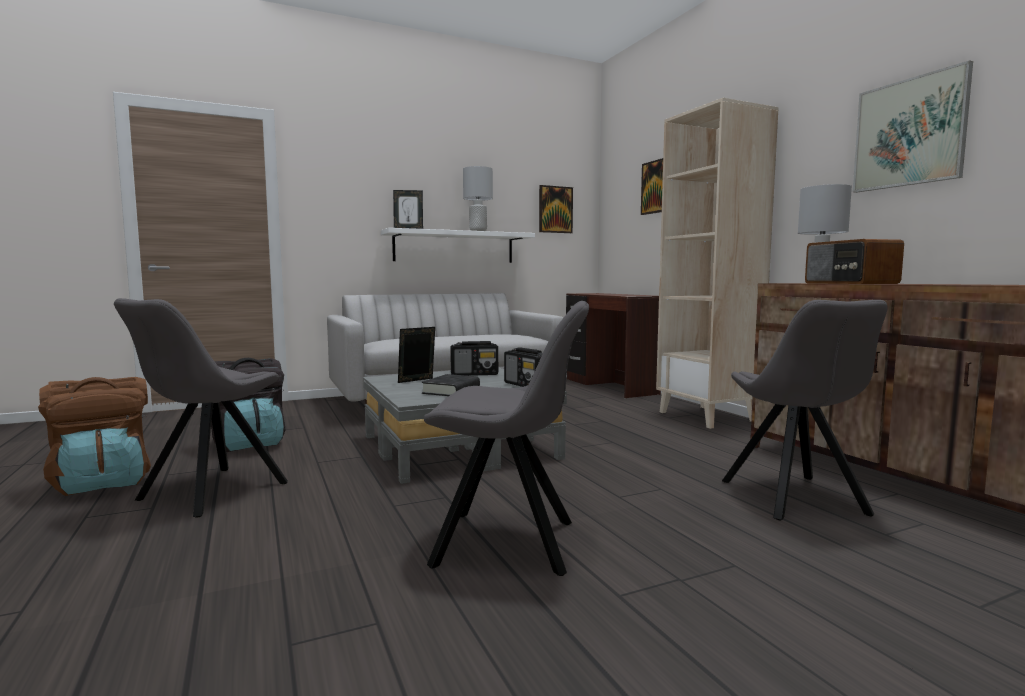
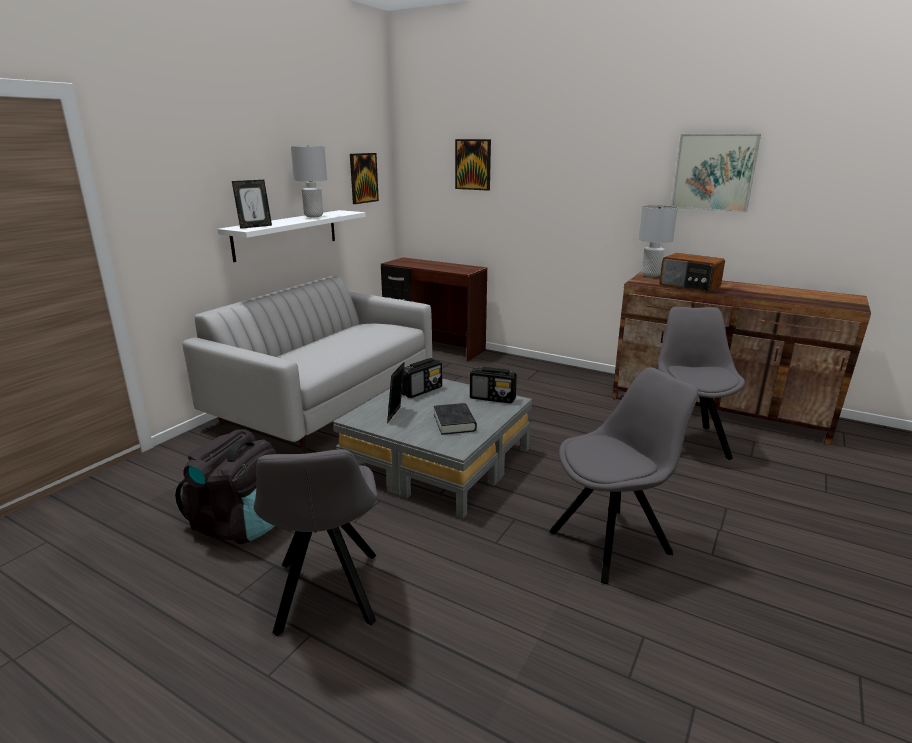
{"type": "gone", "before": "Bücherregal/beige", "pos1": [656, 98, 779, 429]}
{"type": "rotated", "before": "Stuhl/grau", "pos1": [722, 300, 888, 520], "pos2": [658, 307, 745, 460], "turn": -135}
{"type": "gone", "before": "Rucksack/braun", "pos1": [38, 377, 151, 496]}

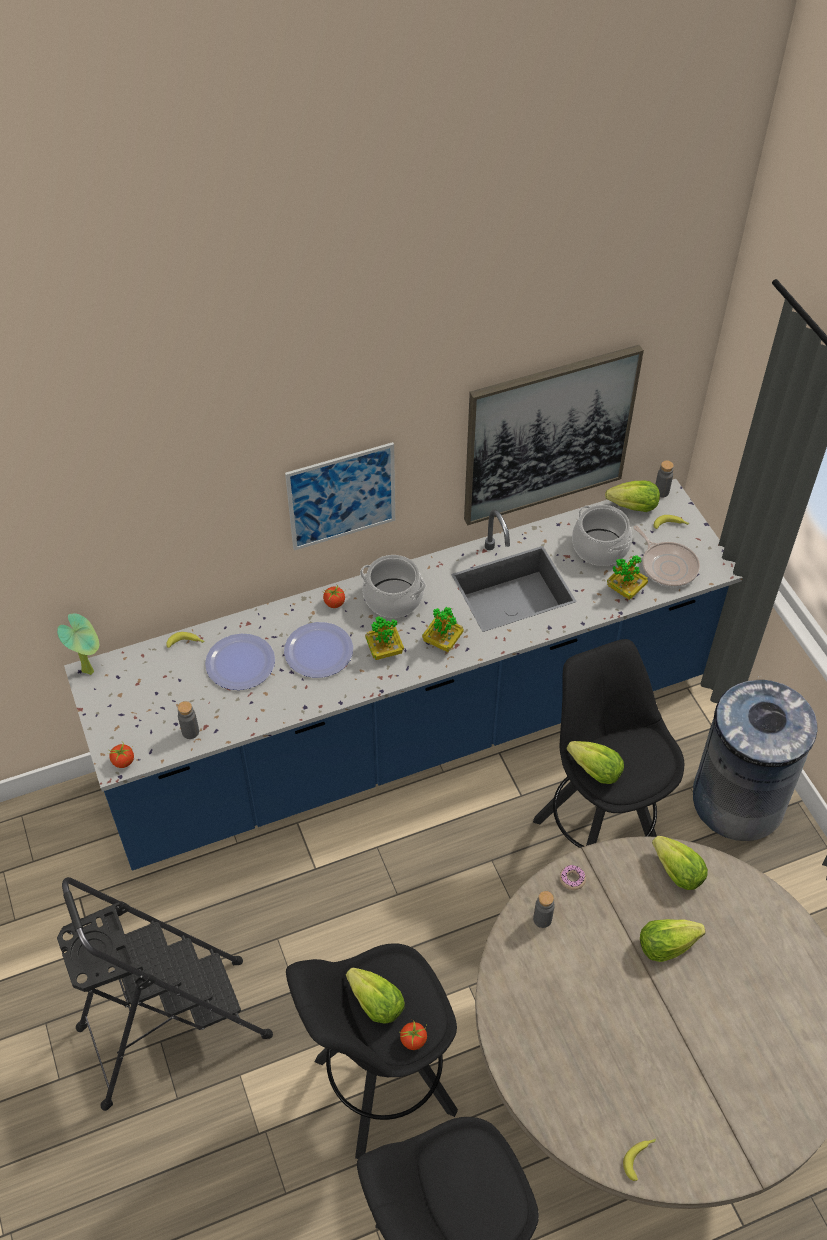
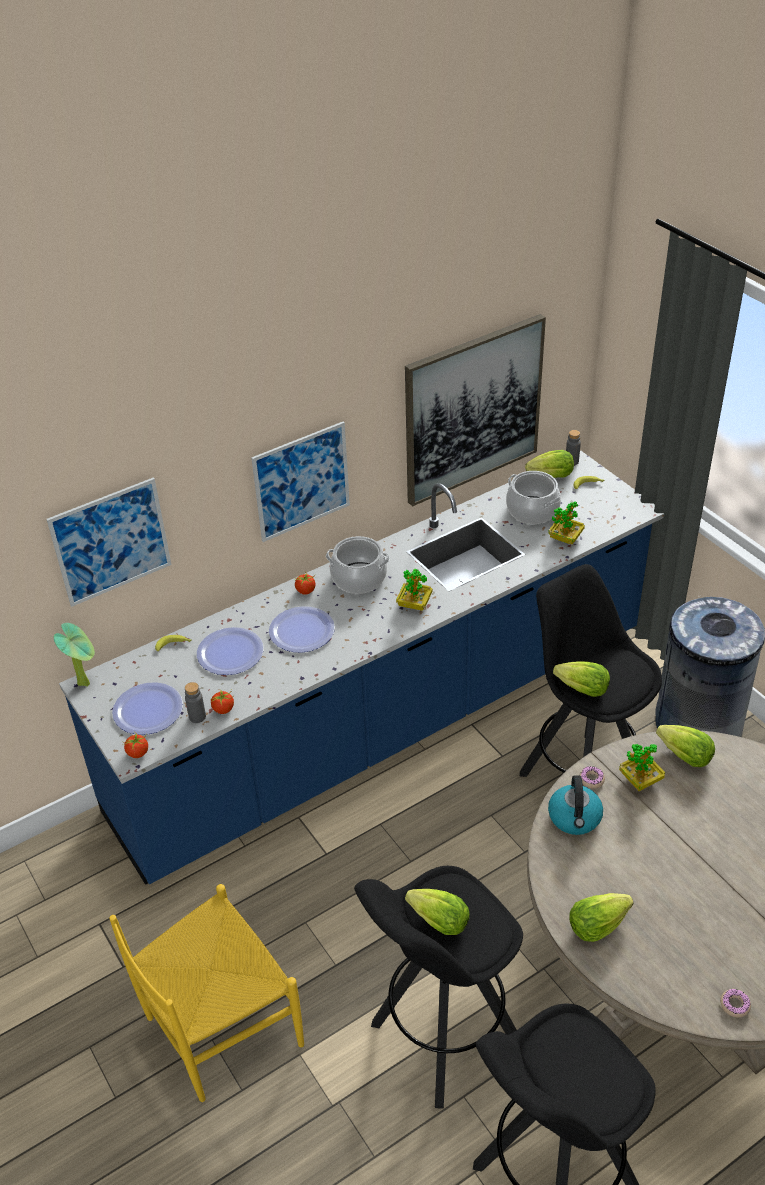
{"type": "gone", "before": "Pfanne", "pos1": [633, 526, 700, 587]}
{"type": "shifted", "before": "Topfpflanze", "pos1": [365, 616, 404, 660], "pos2": [619, 744, 665, 791]}
{"type": "swapped", "before": "Trittleiter", "after": "Stuhl/gelb", "pos1": [57, 877, 273, 1111], "pos2": [109, 884, 304, 1102]}
{"type": "swapped", "before": "Flasche/grau", "after": "Wasserkessel", "pos1": [533, 891, 555, 928], "pos2": [548, 775, 603, 835]}
{"type": "shifted", "before": "Salatkopf", "pos1": [640, 919, 705, 962], "pos2": [569, 893, 634, 942]}
{"type": "shifted", "before": "Tomate", "pos1": [400, 1020, 427, 1050], "pos2": [209, 689, 234, 714]}
{"type": "swapped", "before": "Banane", "after": "Donut", "pos1": [623, 1138, 656, 1181], "pos2": [720, 989, 751, 1017]}
{"type": "new", "after": "Bild", "pos2": [47, 477, 171, 607]}
{"type": "new", "after": "Teller", "pos2": [112, 682, 183, 735]}

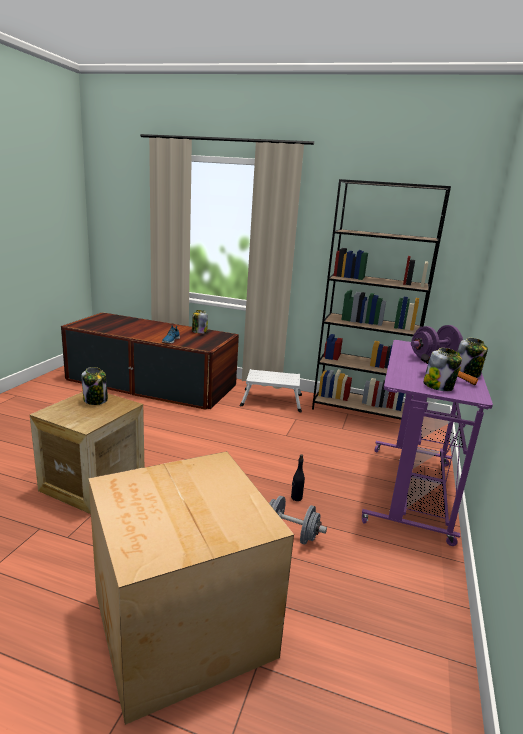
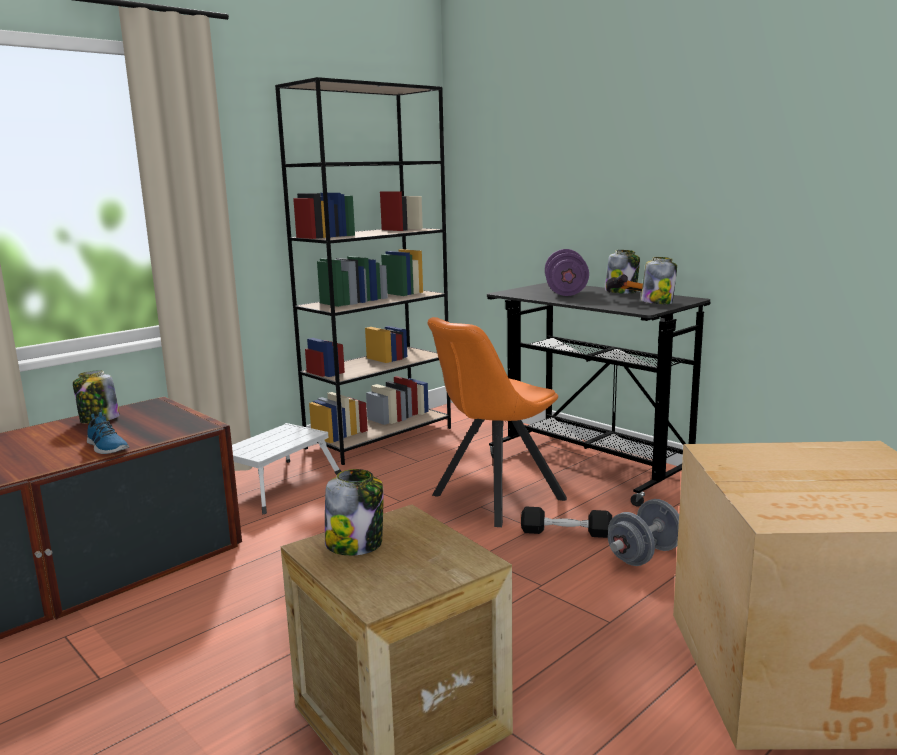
{"type": "repainted", "before": "Schreibtisch/lila", "after": "Schreibtisch/schwarz", "pos1": [362, 340, 493, 546], "pos2": [487, 283, 711, 507]}
{"type": "swapped", "before": "Flasche/schwarz", "after": "Hantel/schwarz", "pos1": [291, 454, 305, 501], "pos2": [521, 506, 612, 538]}
{"type": "new", "after": "Stuhl/orange", "pos2": [427, 317, 567, 527]}

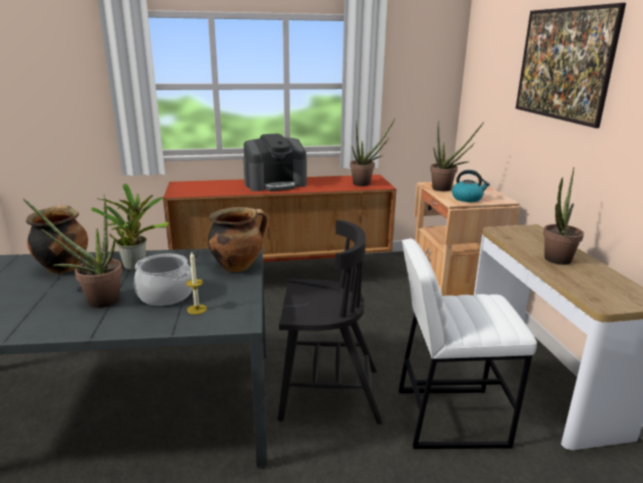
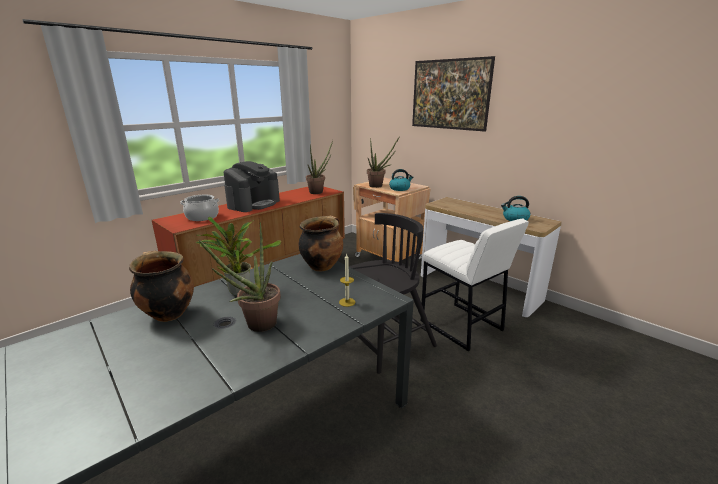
{"type": "gone", "before": "Topfpflanze", "pos1": [543, 167, 584, 265]}
{"type": "rotated", "before": "Stuhl/weiß", "pos1": [399, 238, 537, 449], "pos2": [421, 219, 529, 351], "turn": -90}
{"type": "shifted", "before": "Kochtopf", "pos1": [134, 254, 193, 306], "pos2": [180, 195, 219, 221]}
{"type": "new", "after": "Wasserkessel", "pos2": [501, 196, 530, 221]}

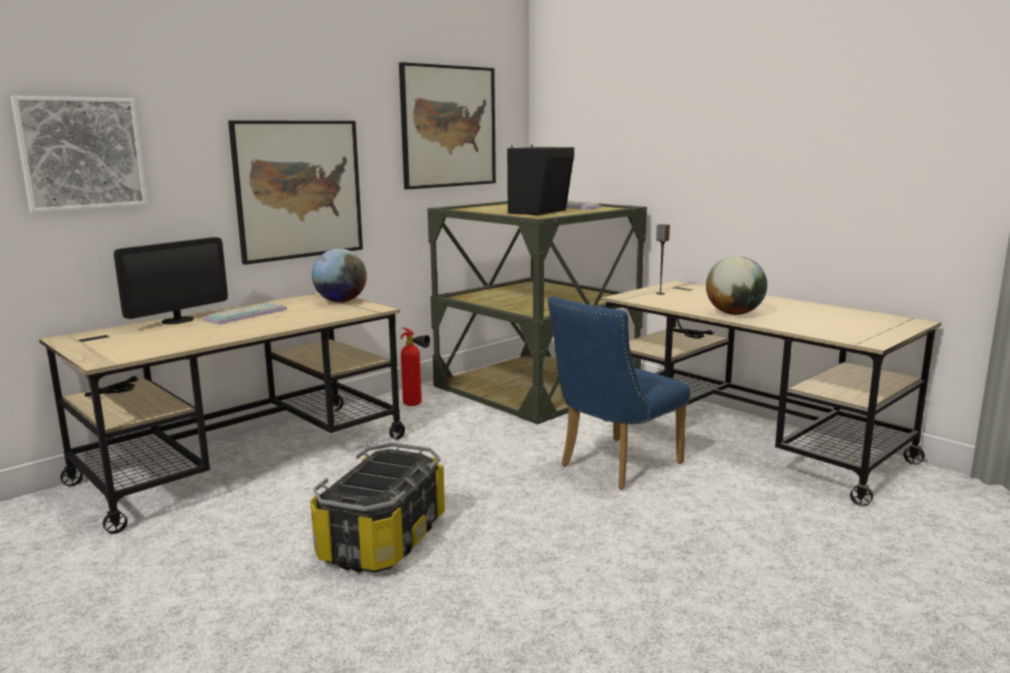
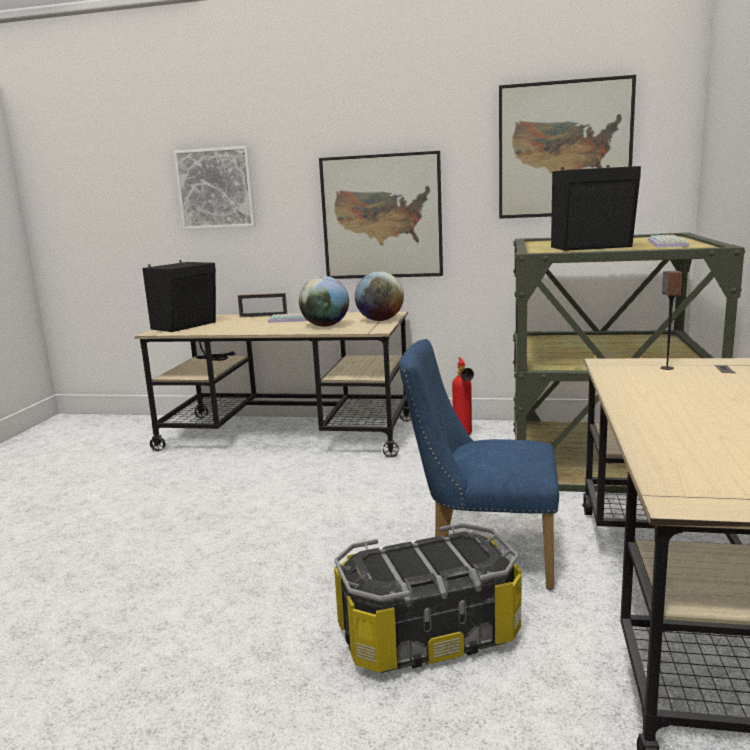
{"type": "swapped", "before": "Monitor", "after": "Bilderrahmen", "pos1": [114, 237, 228, 324], "pos2": [238, 293, 287, 317]}
{"type": "shifted", "before": "Globus", "pos1": [706, 256, 767, 315], "pos2": [299, 276, 349, 327]}
{"type": "shifted", "before": "Aufbewahrungsbox", "pos1": [310, 443, 445, 573], "pos2": [334, 523, 522, 673]}
{"type": "new", "after": "Lautsprecher/schwarz", "pos2": [142, 260, 216, 332]}

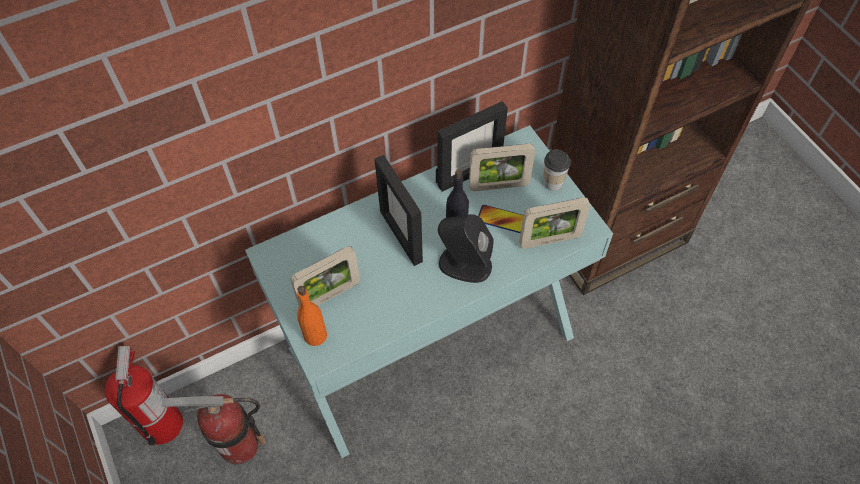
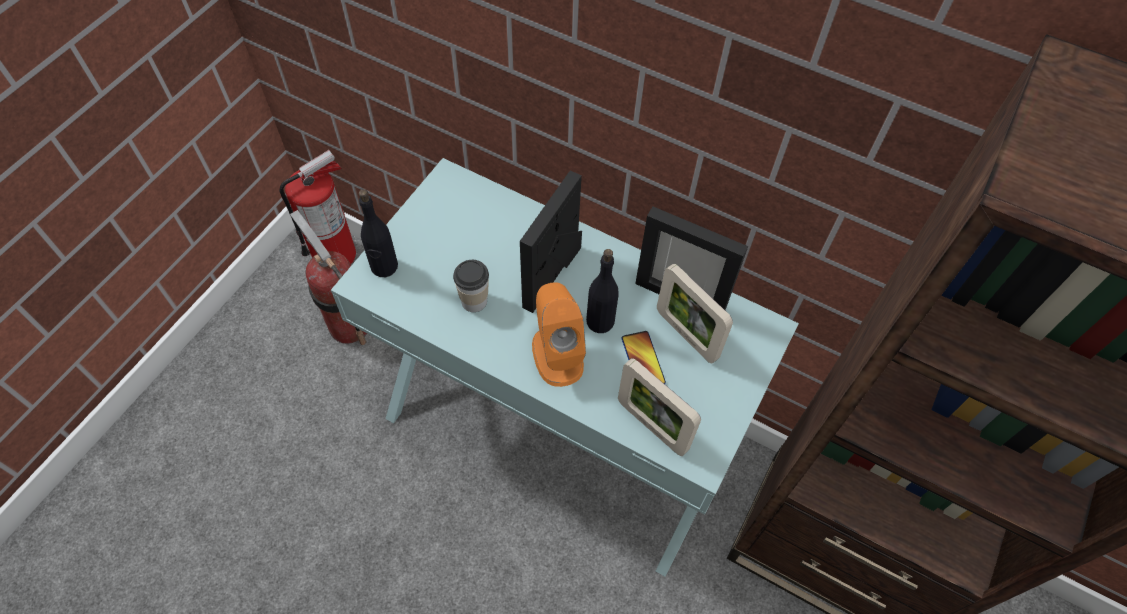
{"type": "shifted", "before": "Tasse", "pos1": [543, 150, 571, 191], "pos2": [453, 260, 489, 312]}
{"type": "repainted", "before": "Lautsprecher/schwarz", "after": "Lautsprecher/orange", "pos1": [438, 214, 494, 283], "pos2": [532, 282, 586, 387]}
{"type": "gone", "before": "Bilderrahmen", "pos1": [290, 246, 360, 307]}
{"type": "repainted", "before": "Flasche/orange", "after": "Flasche/schwarz", "pos1": [297, 286, 327, 346], "pos2": [359, 189, 398, 277]}

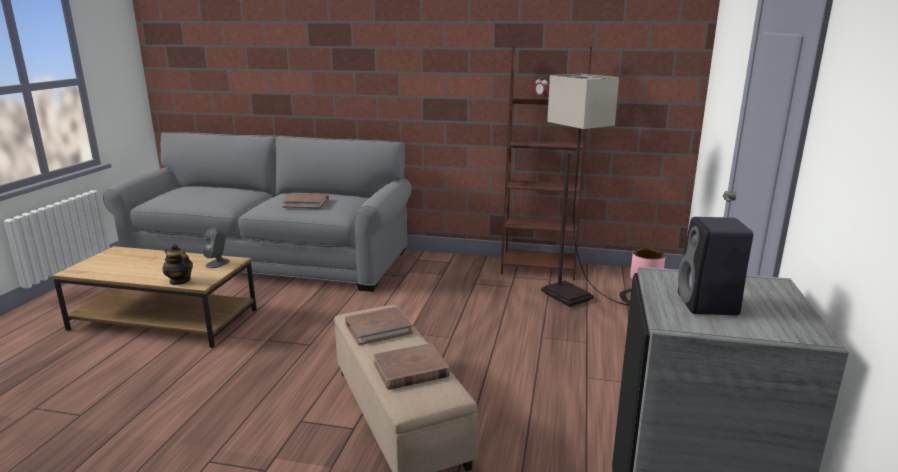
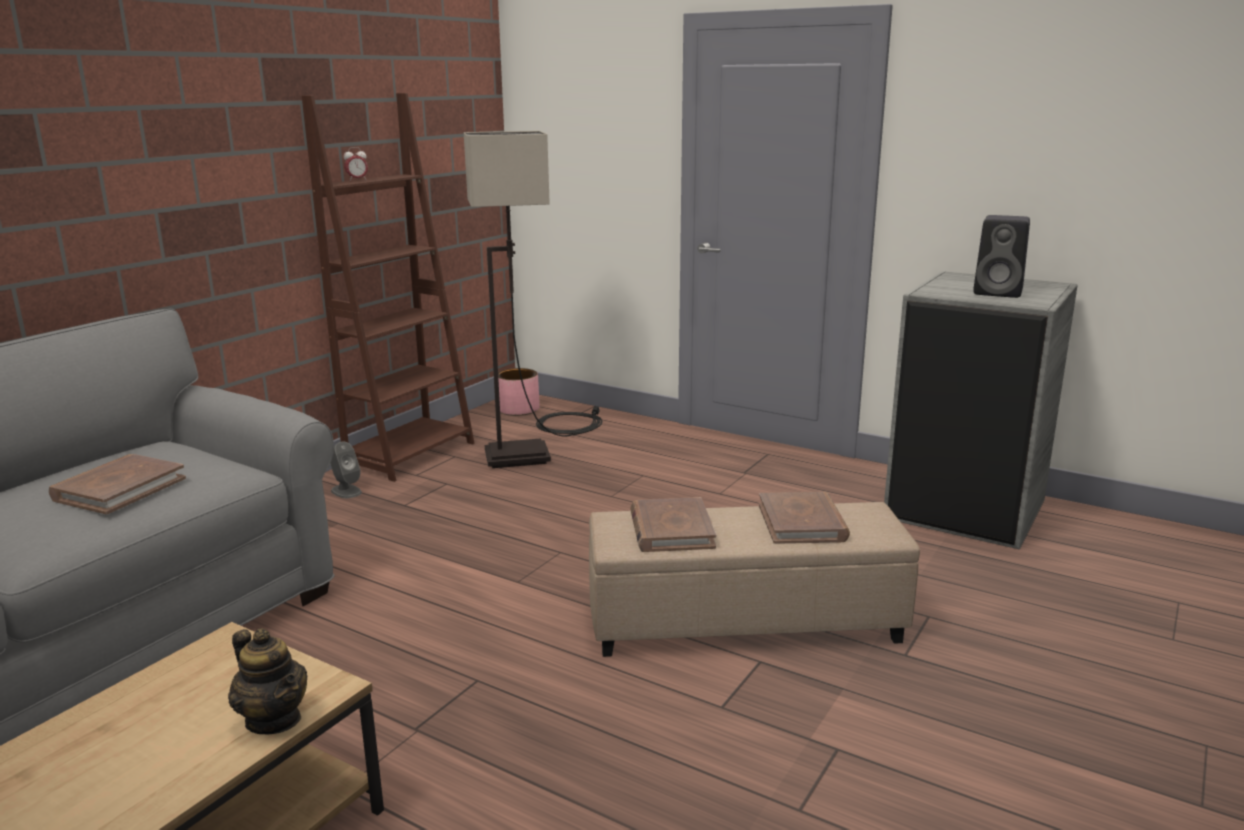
{"type": "shifted", "before": "Lautsprecher/grau", "pos1": [202, 228, 230, 268], "pos2": [330, 442, 362, 498]}
{"type": "rotated", "before": "Teekanne", "pos1": [162, 244, 193, 285], "pos2": [228, 628, 308, 734], "turn": -105}

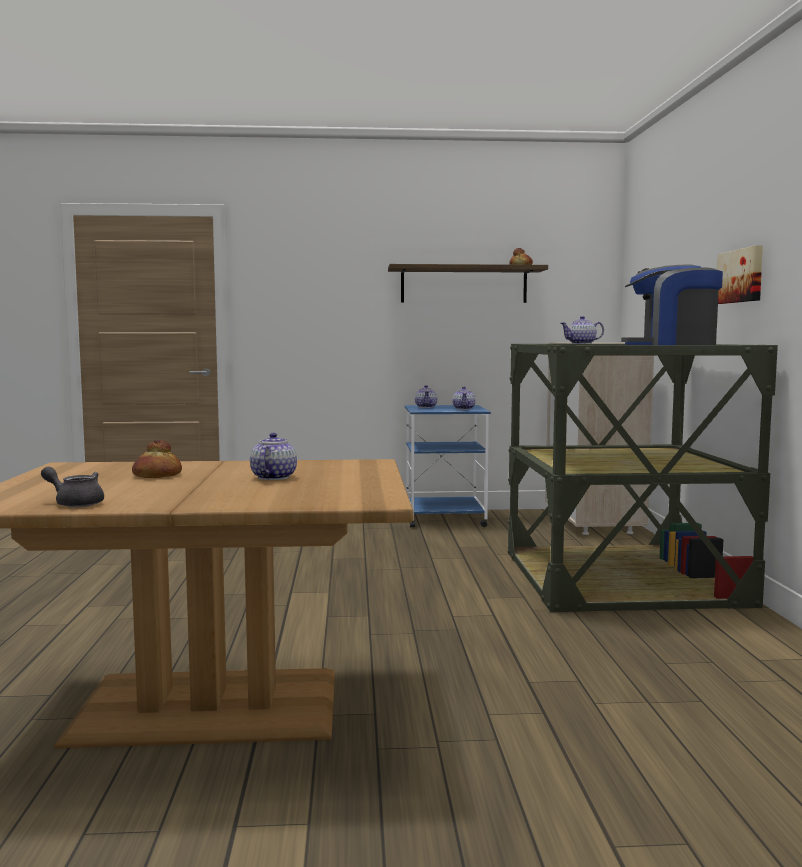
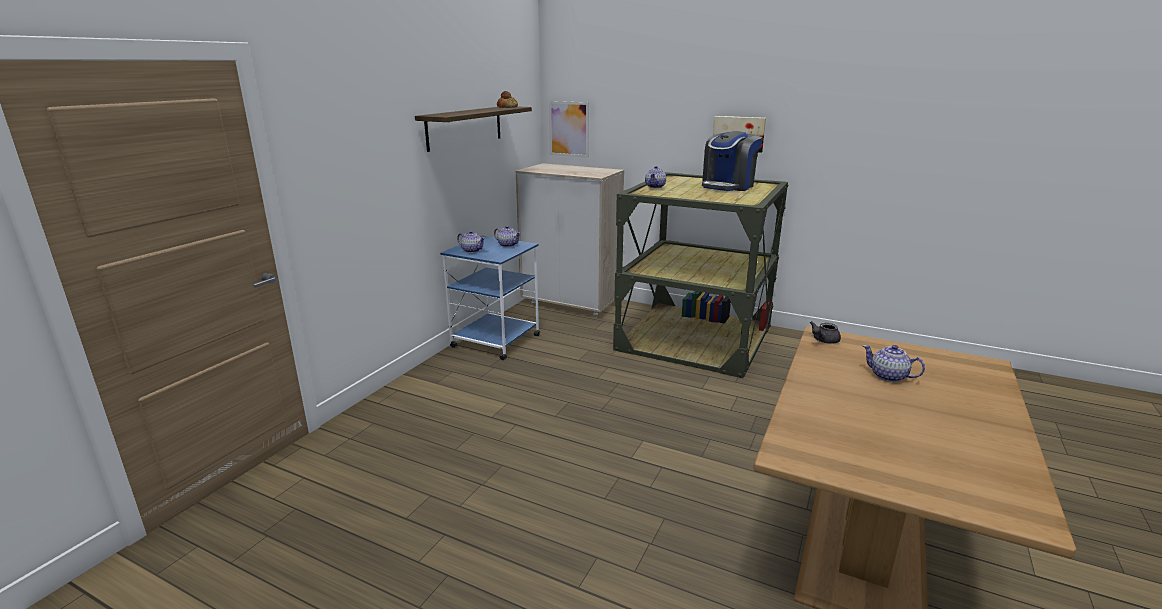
{"type": "gone", "before": "Brot", "pos1": [132, 439, 182, 478]}
{"type": "shifted", "before": "Teekanne/grau", "pos1": [41, 466, 104, 507], "pos2": [810, 321, 841, 344]}
{"type": "new", "after": "Bild", "pos2": [549, 101, 589, 158]}

